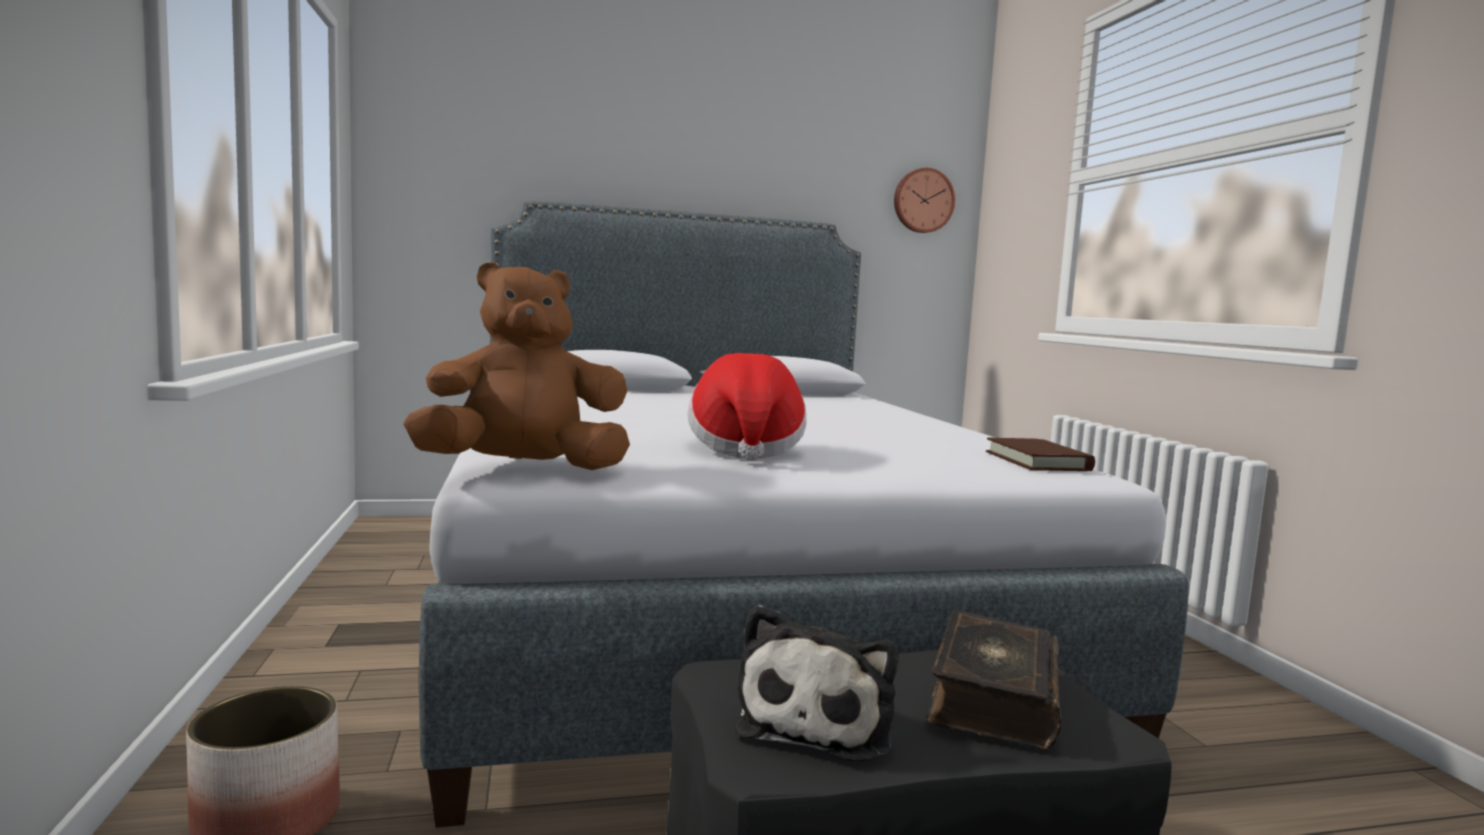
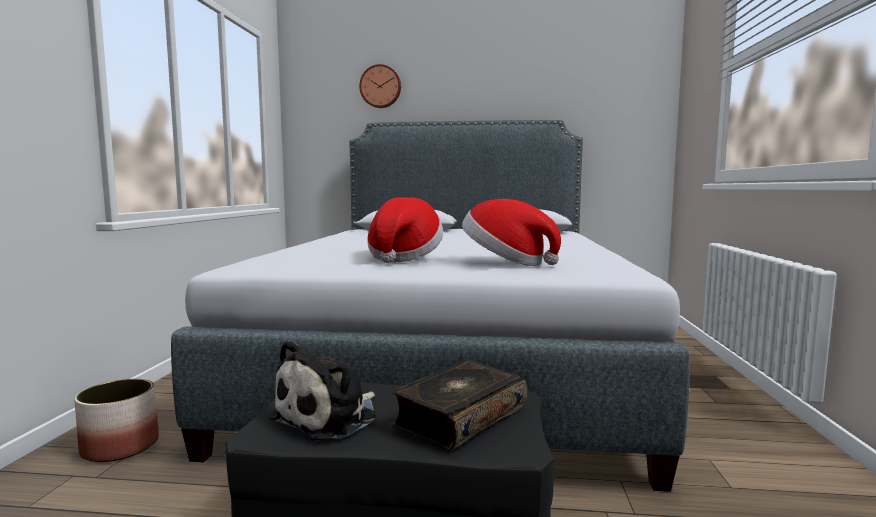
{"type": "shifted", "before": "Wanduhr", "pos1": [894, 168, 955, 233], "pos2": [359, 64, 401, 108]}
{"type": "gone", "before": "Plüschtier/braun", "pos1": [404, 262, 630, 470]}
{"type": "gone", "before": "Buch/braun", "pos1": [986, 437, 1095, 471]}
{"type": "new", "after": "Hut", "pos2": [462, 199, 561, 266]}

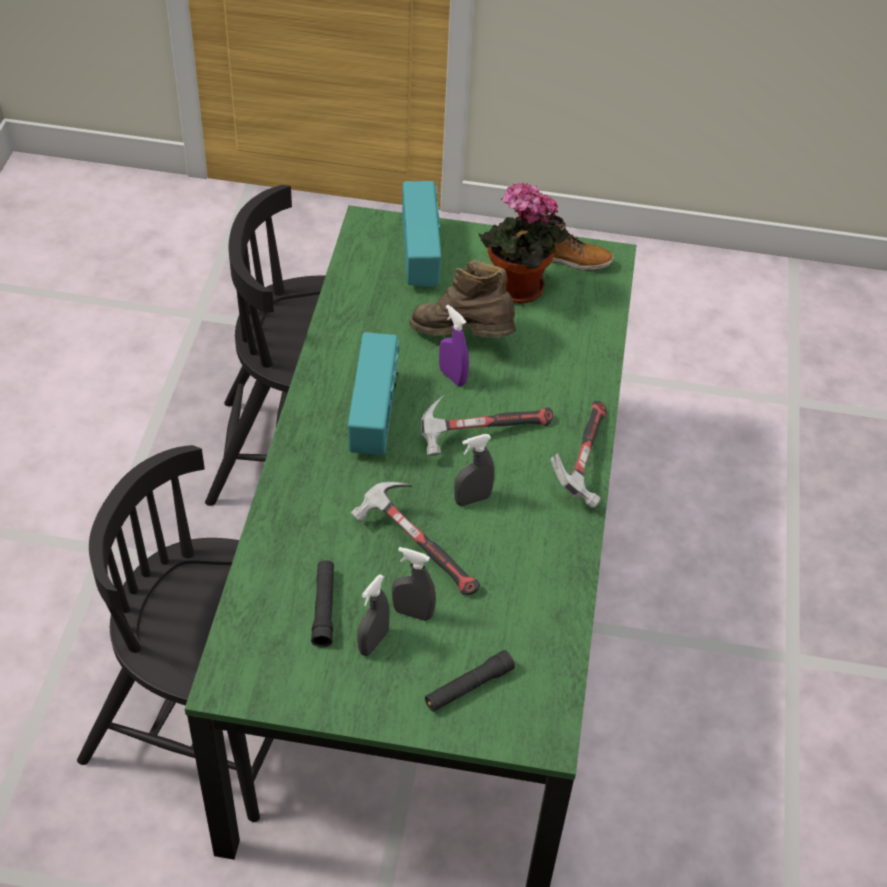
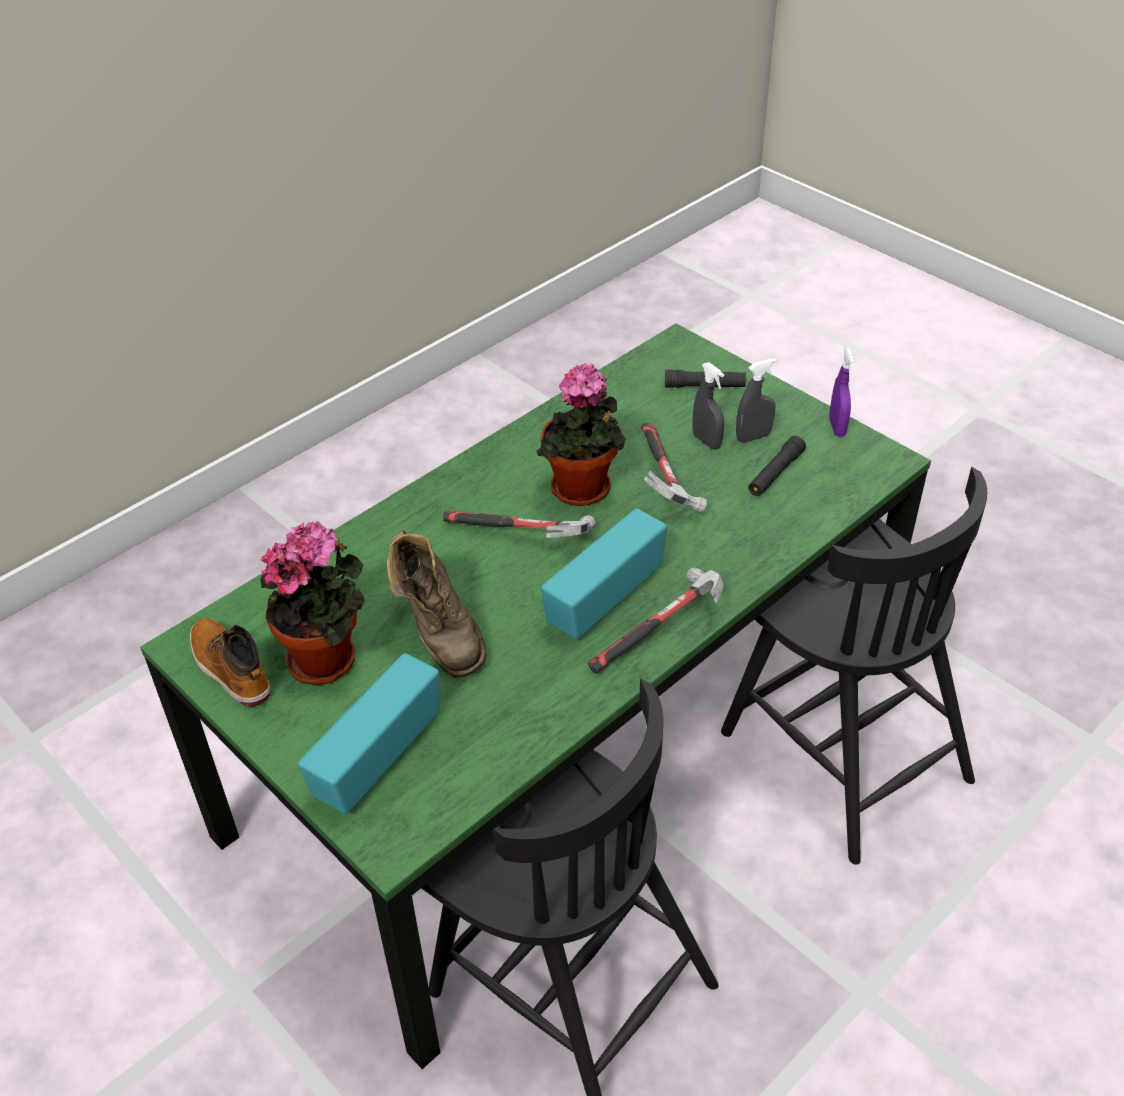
{"type": "shifted", "before": "Sprühflasche/lila", "pos1": [439, 305, 469, 386], "pos2": [829, 348, 855, 437]}
{"type": "shifted", "before": "Hammer", "pos1": [551, 401, 607, 508], "pos2": [588, 568, 724, 674]}
{"type": "swapped", "before": "Sprühflasche/grau", "after": "Topfpflanze", "pos1": [454, 434, 495, 506], "pos2": [536, 363, 626, 506]}

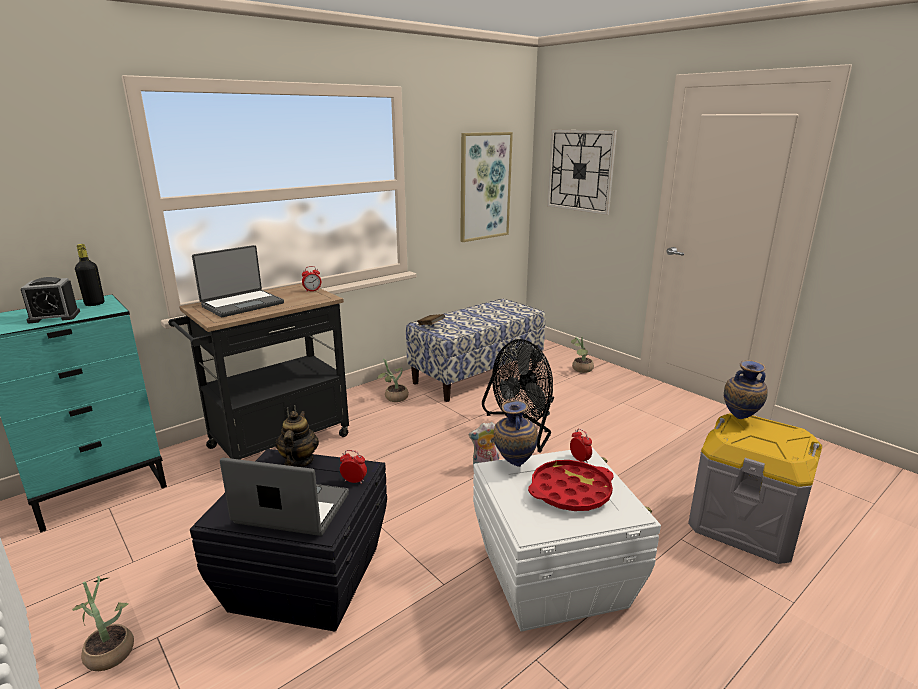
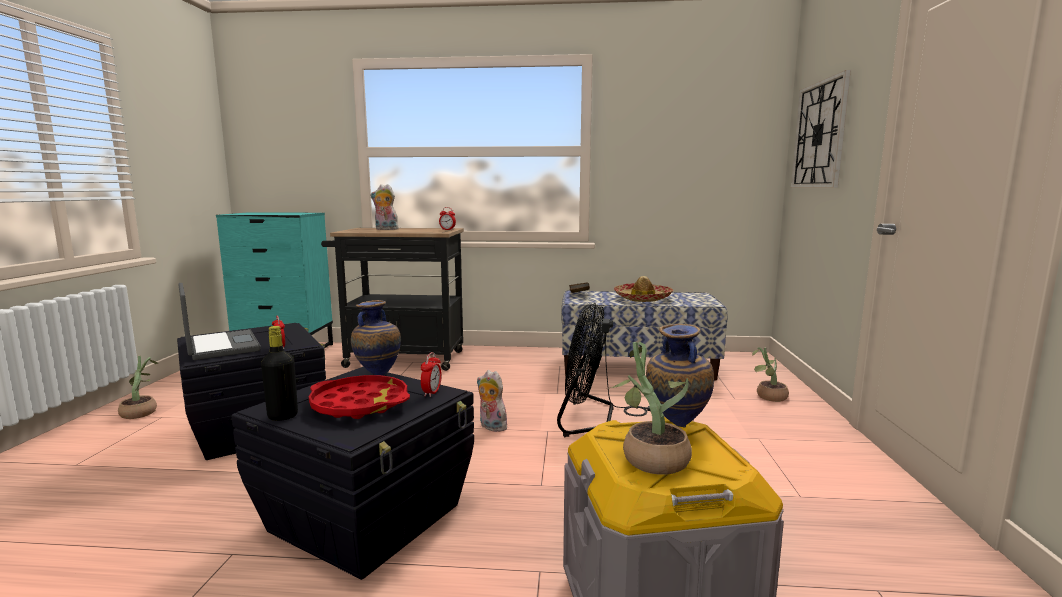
{"type": "gone", "before": "Bild", "pos1": [460, 132, 513, 242]}
{"type": "shifted", "before": "Flasche/schwarz", "pos1": [75, 244, 104, 306], "pos2": [261, 326, 298, 421]}
{"type": "swapped", "before": "Laptop", "after": "Plüschtier", "pos1": [192, 245, 284, 317], "pos2": [370, 184, 399, 230]}
{"type": "gone", "before": "Wecker", "pos1": [21, 277, 80, 323]}
{"type": "shifted", "before": "Topfpflanze", "pos1": [377, 359, 409, 402], "pos2": [611, 341, 692, 475]}
{"type": "gone", "before": "Teekanne", "pos1": [276, 411, 319, 467]}
{"type": "repainted", "before": "Aufbewahrungsbox/weiß", "after": "Aufbewahrungsbox/schwarz", "pos1": [473, 447, 661, 632], "pos2": [231, 367, 474, 580]}
{"type": "new", "after": "Hut", "pos2": [614, 276, 673, 302]}

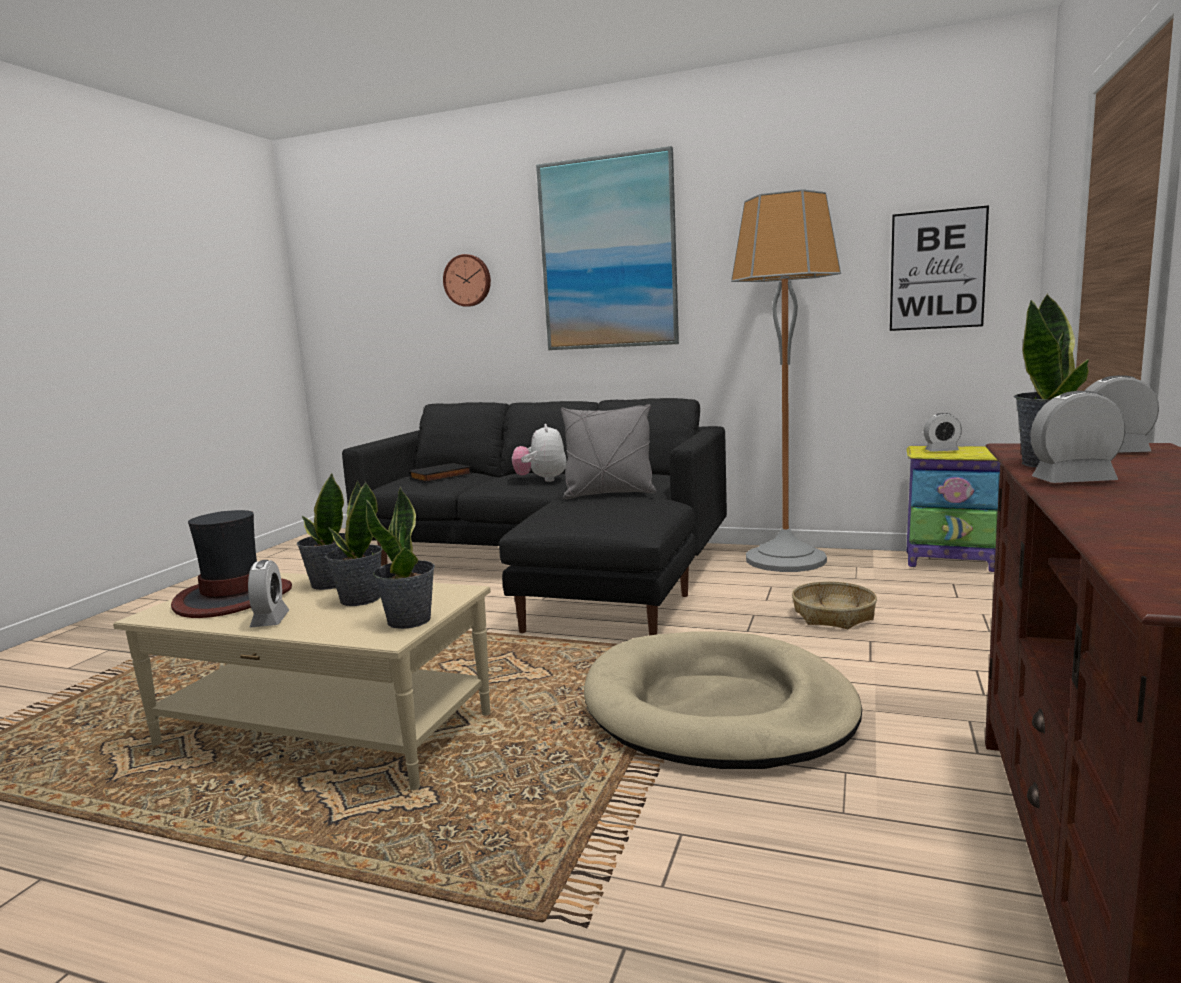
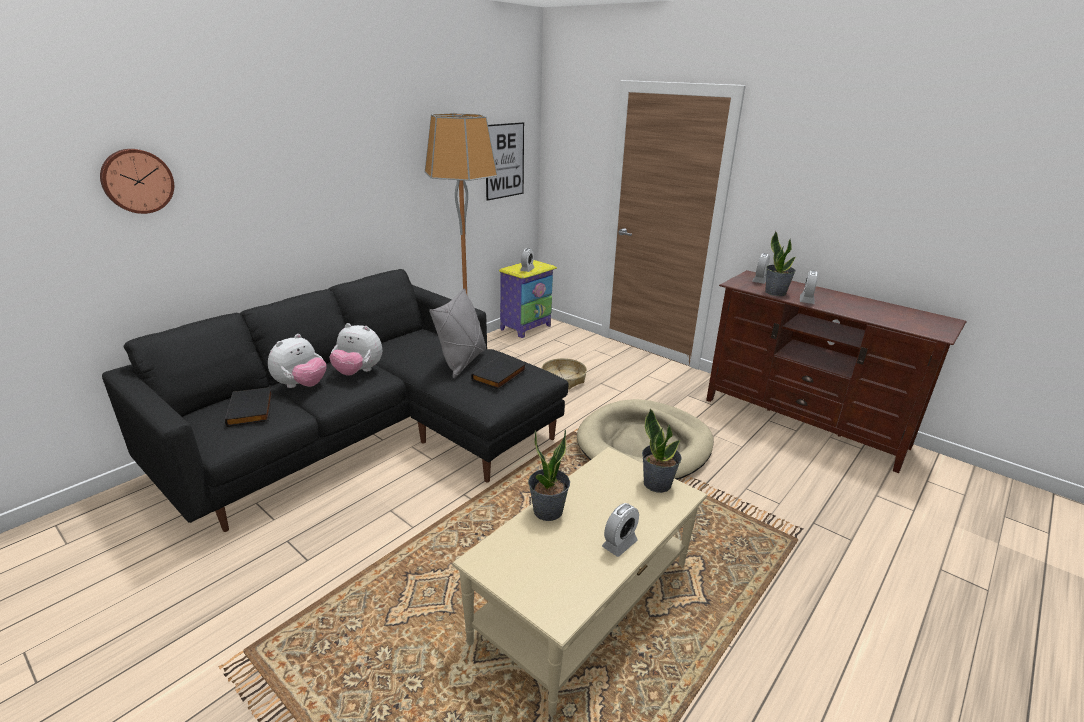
{"type": "gone", "before": "Bild", "pos1": [536, 146, 679, 350]}
{"type": "gone", "before": "Topfpflanze", "pos1": [325, 480, 382, 606]}
{"type": "gone", "before": "Hut", "pos1": [171, 510, 292, 618]}
{"type": "rotated", "before": "Wecker", "pos1": [248, 560, 289, 627], "pos2": [602, 503, 639, 557], "turn": 120}
{"type": "new", "after": "Plüschtier", "pos2": [268, 334, 327, 388]}
{"type": "new", "after": "Buch/schwarz", "pos2": [471, 355, 526, 389]}

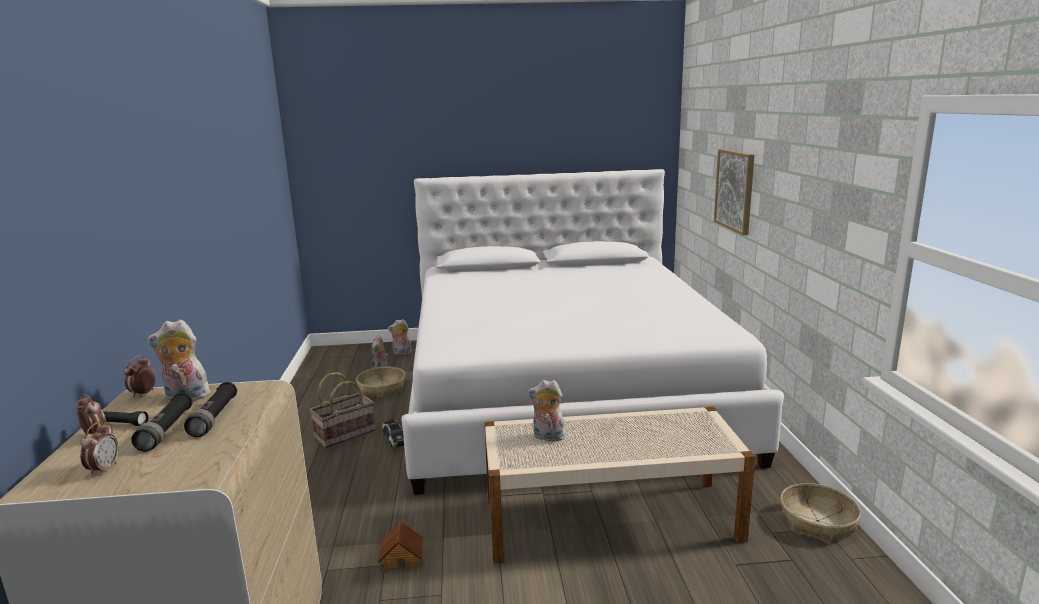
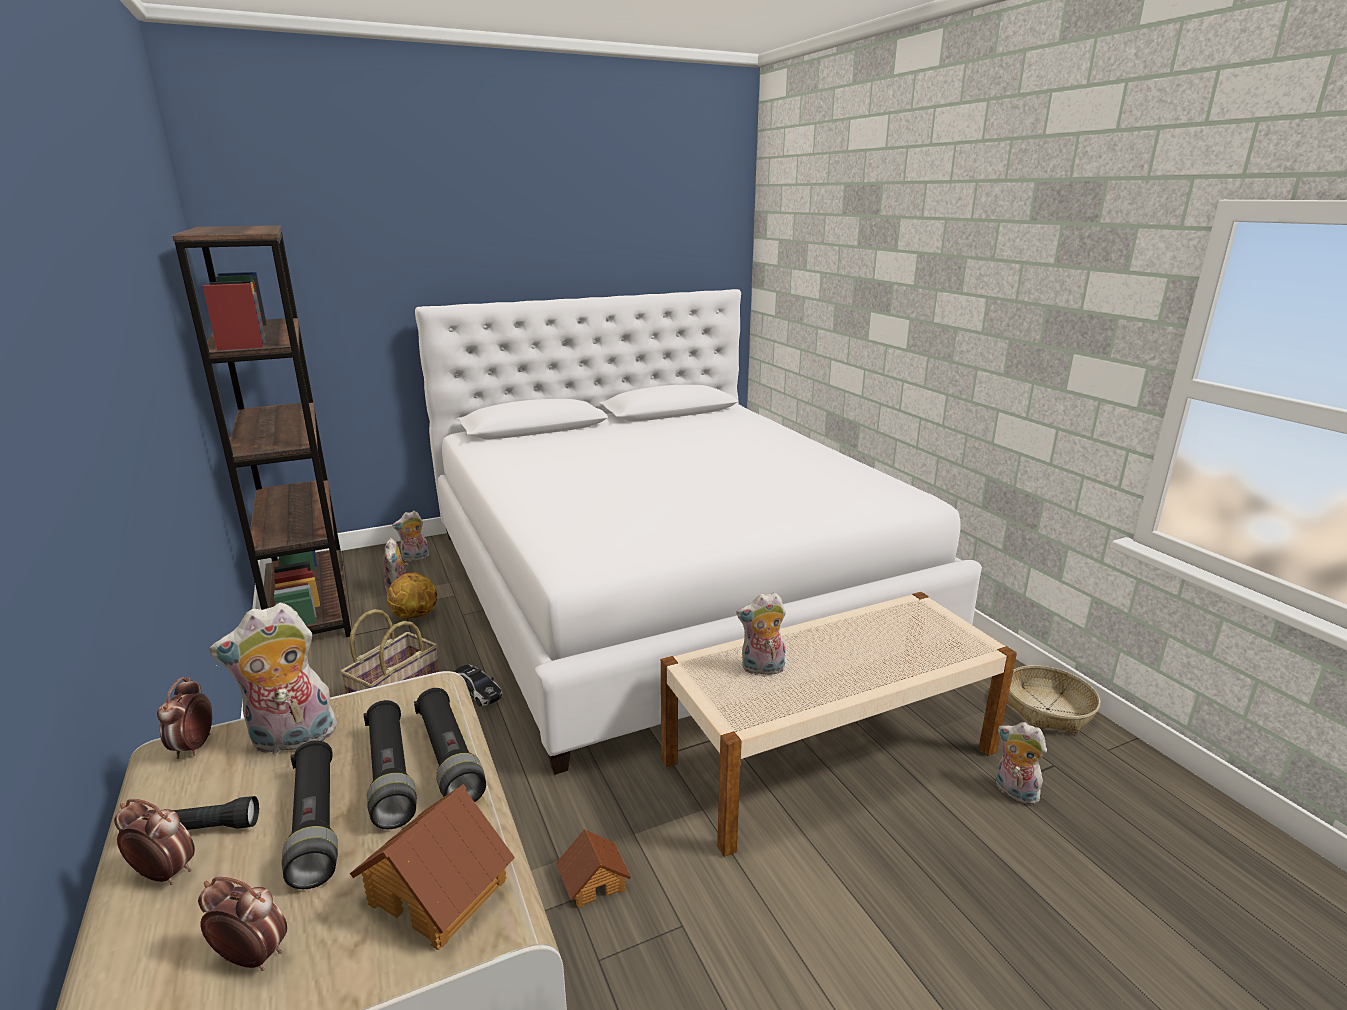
{"type": "gone", "before": "Bild", "pos1": [714, 149, 754, 235]}
{"type": "swapped", "before": "Korb", "after": "Basketball", "pos1": [356, 367, 406, 398], "pos2": [387, 573, 437, 619]}
{"type": "rotated", "before": "Wecker", "pos1": [80, 421, 118, 476], "pos2": [198, 877, 287, 971], "turn": -60}
{"type": "new", "after": "Bücherregal/braun", "pos2": [172, 225, 351, 637]}
{"type": "new", "after": "Taschenlampe/schwarz", "pos2": [414, 688, 486, 802]}
{"type": "new", "after": "Plüschtier", "pos2": [996, 722, 1047, 805]}
{"type": "new", "after": "Spielzeughaus", "pos2": [350, 784, 515, 950]}

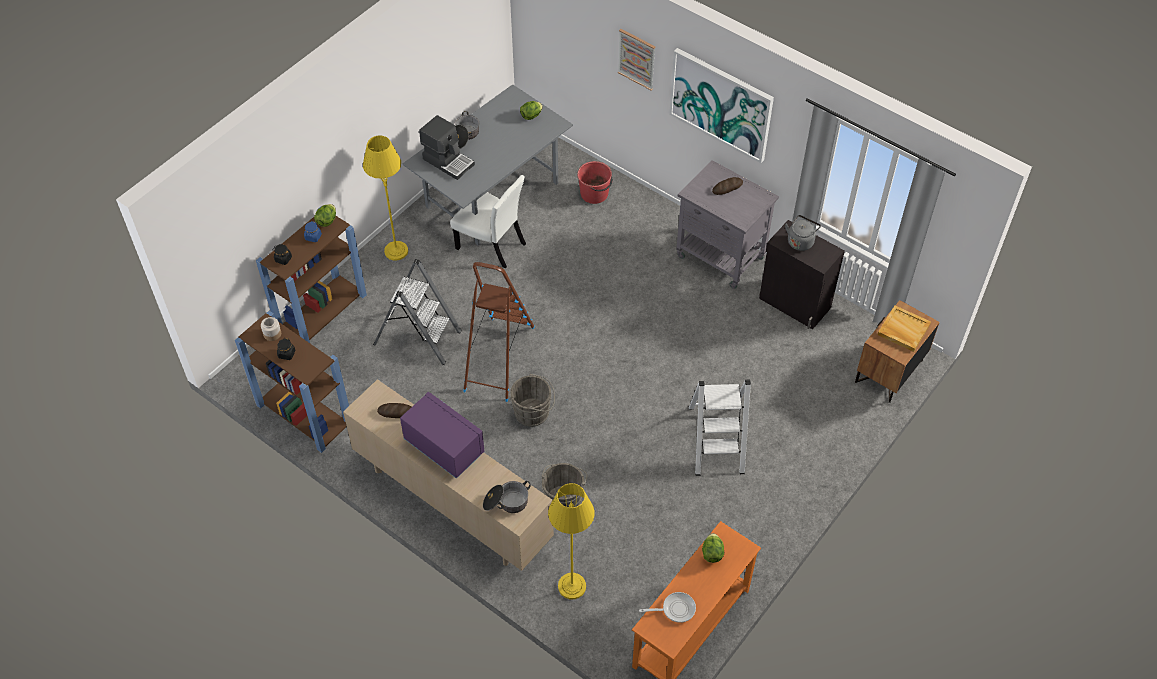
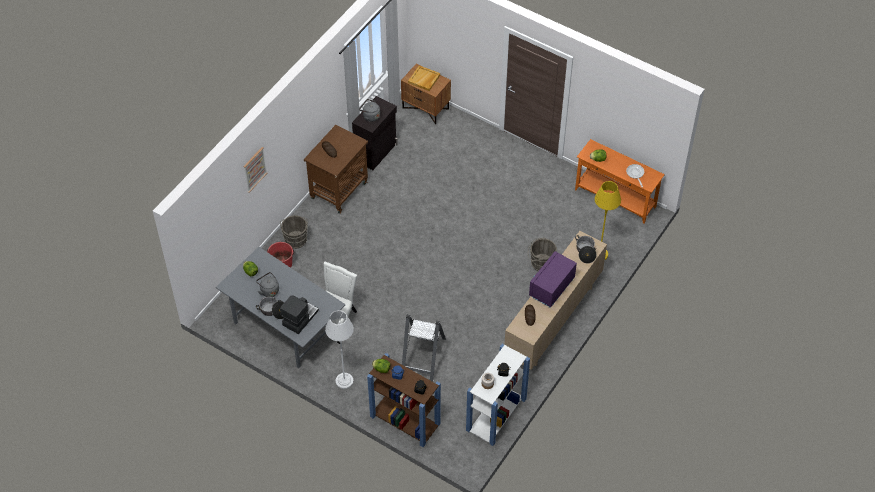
{"type": "gone", "before": "Bild", "pos1": [669, 48, 774, 163]}
{"type": "repainted", "before": "Stehlampe/gelb", "after": "Stehlampe/weiß", "pos1": [363, 135, 408, 261], "pos2": [325, 310, 354, 389]}
{"type": "repainted", "before": "Rollwagen/grau", "after": "Rollwagen/braun", "pos1": [676, 160, 779, 290], "pos2": [304, 125, 368, 214]}
{"type": "gone", "before": "Trittleiter/braun", "pos1": [463, 262, 535, 402]}
{"type": "repainted", "before": "Bücherregal/braun", "after": "Bücherregal/weiß", "pos1": [235, 311, 349, 453], "pos2": [466, 344, 530, 446]}
{"type": "shifted", "before": "Eimer/grau", "pos1": [510, 374, 555, 427], "pos2": [280, 215, 308, 249]}
{"type": "gone", "before": "Trittleiter/weiß", "pos1": [689, 380, 751, 476]}
{"type": "new", "after": "Wasserkessel/grau", "pos2": [256, 272, 279, 297]}

